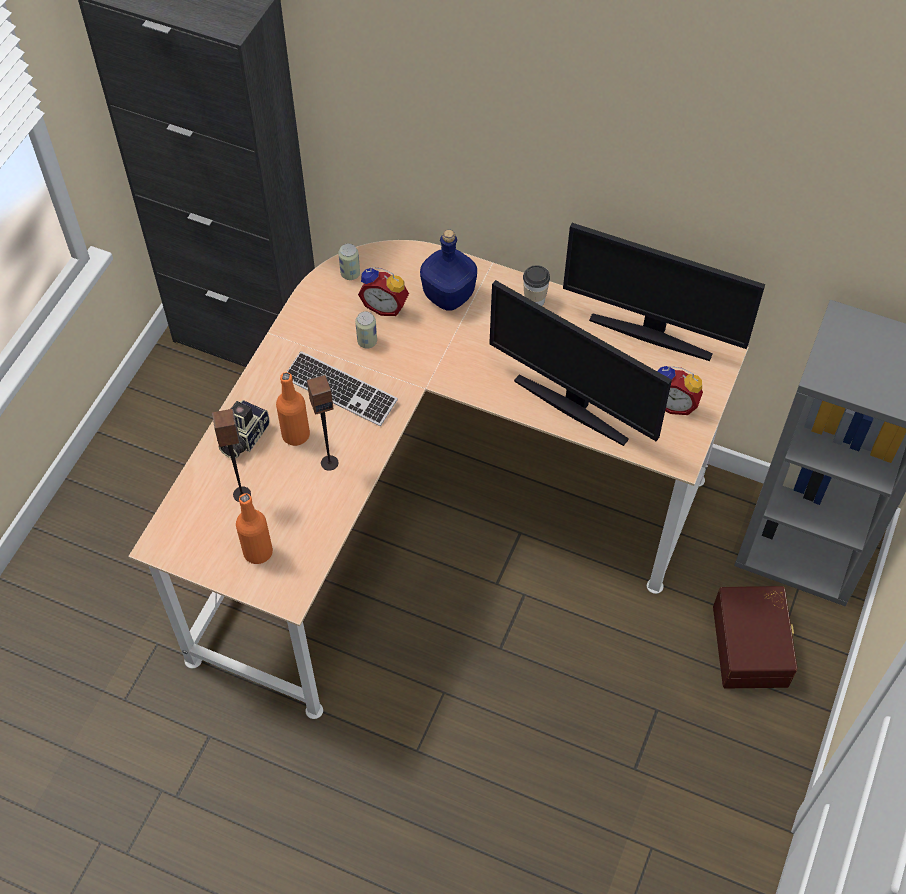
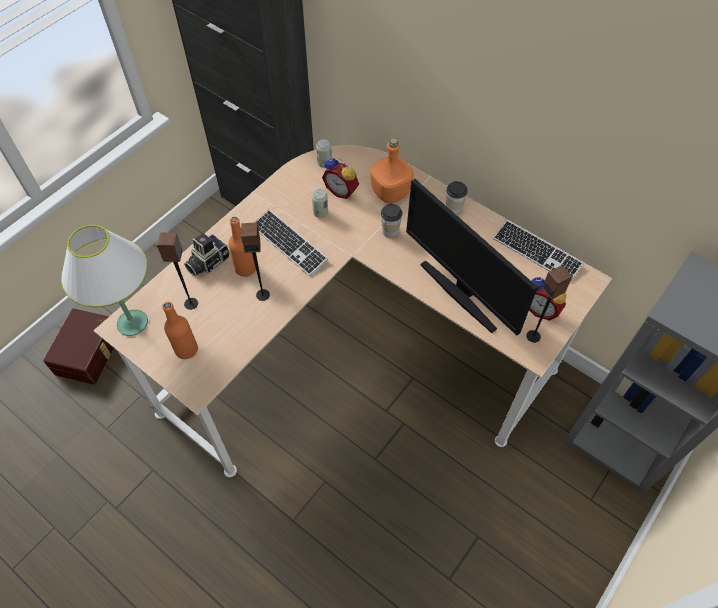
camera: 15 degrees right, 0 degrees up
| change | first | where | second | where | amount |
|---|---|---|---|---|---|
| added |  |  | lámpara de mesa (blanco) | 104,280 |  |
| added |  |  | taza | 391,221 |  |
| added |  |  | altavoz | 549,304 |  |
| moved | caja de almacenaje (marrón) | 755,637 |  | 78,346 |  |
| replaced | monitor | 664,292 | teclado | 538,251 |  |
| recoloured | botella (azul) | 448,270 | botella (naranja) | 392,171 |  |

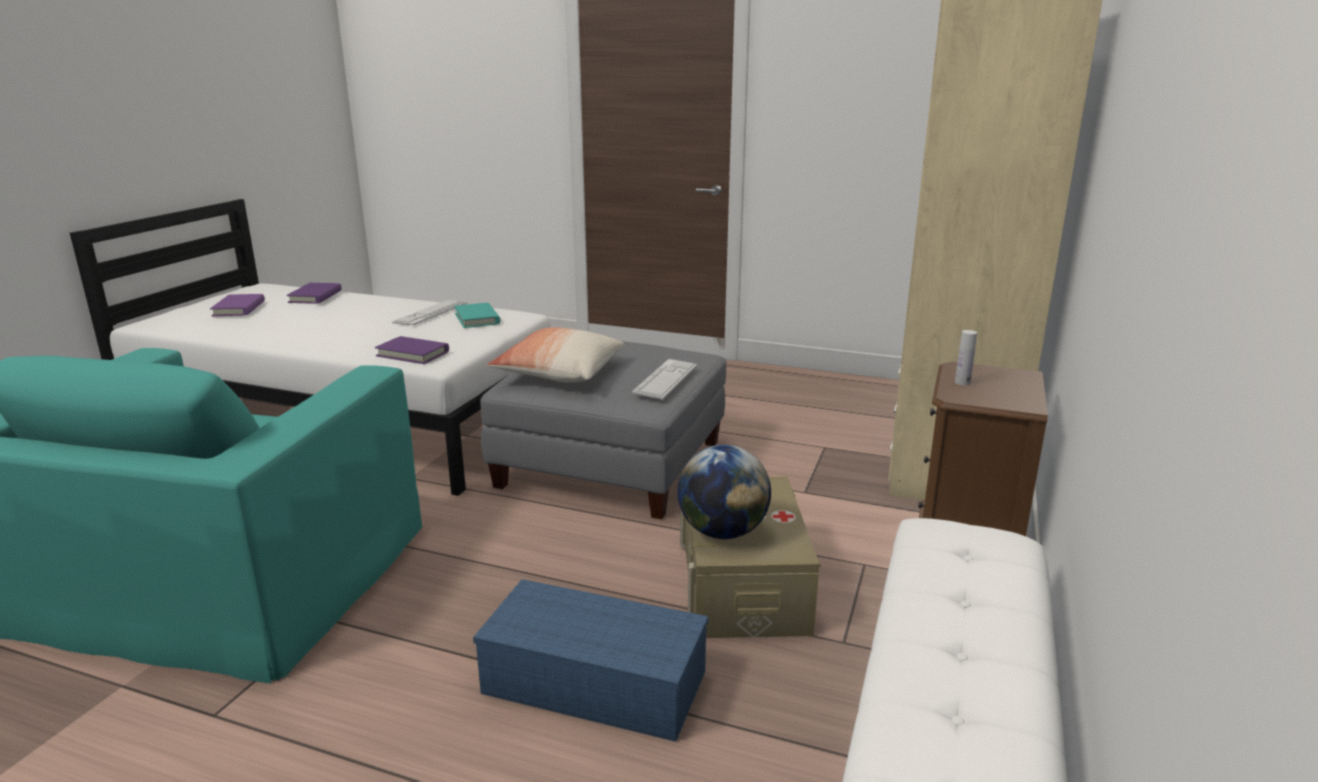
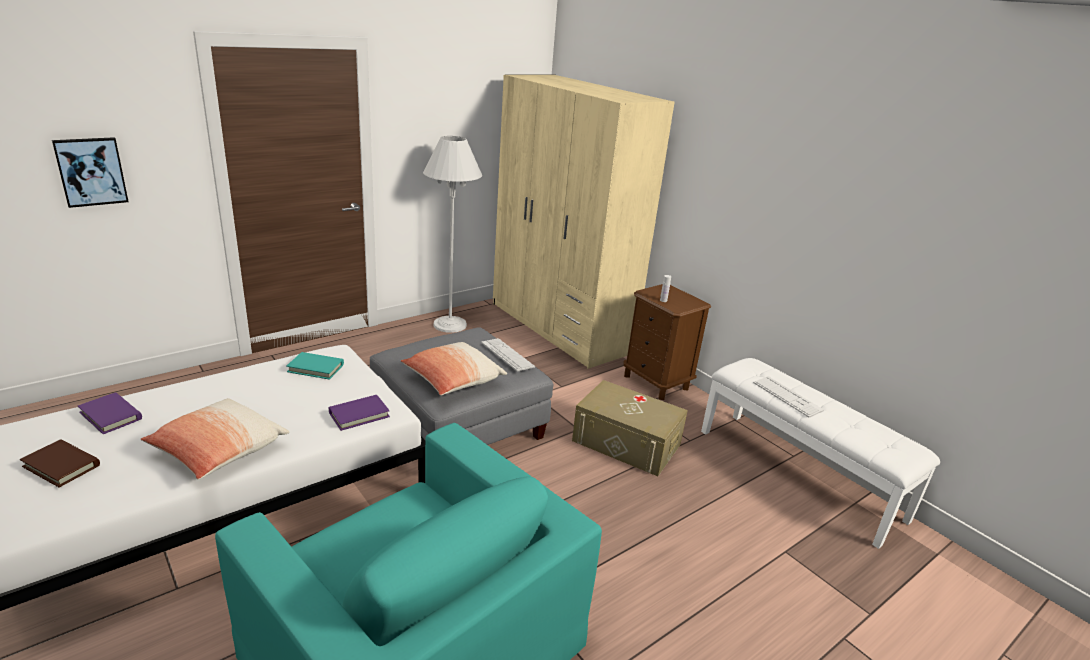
camera: 60 degrees left, 5 degrees up
| change | first | where | second | where | amount |
|---|---|---|---|---|---|
| removed | caja de almacenaje (azul) | 590,660 |  |  |  |
| removed | globo terráqueo | 724,492 |  |  |  |
| added |  |  | cuadro | 90,172 |  |
| added |  |  | cojín | 215,439 |  |
| added |  |  | lámpara de pie (blanco) | 452,234 |  |
| moved | teclado | 429,312 |  | 788,397 |  |
| recoloured | libro (morado) | 237,305 | libro (marrón) | 60,463 |  |

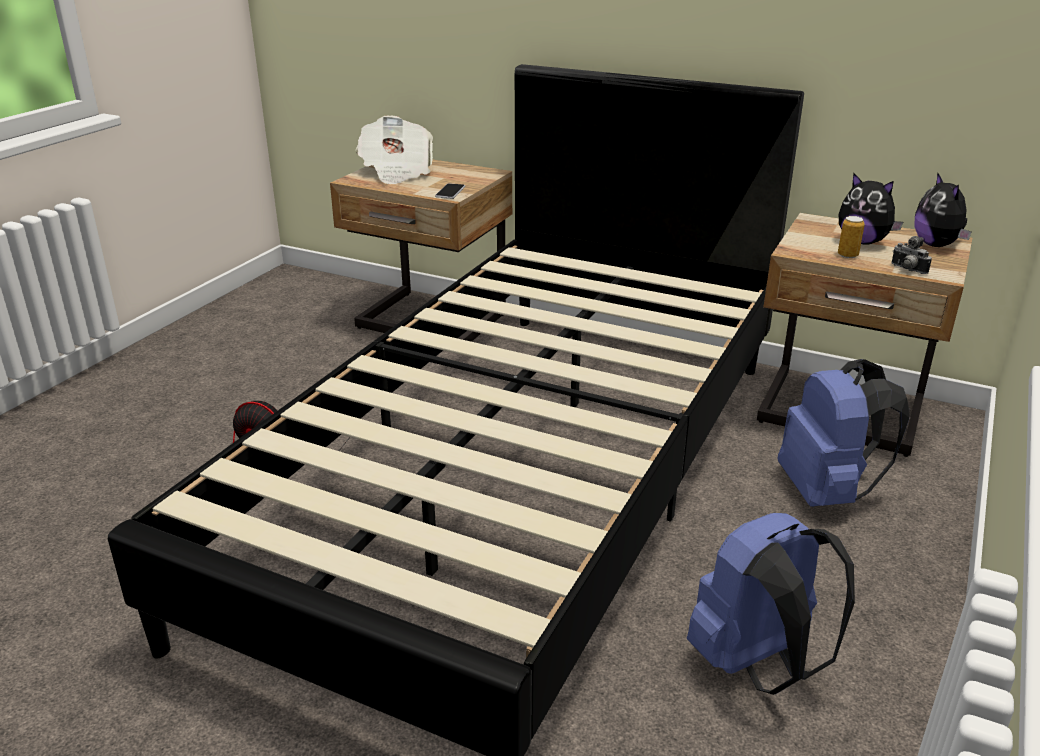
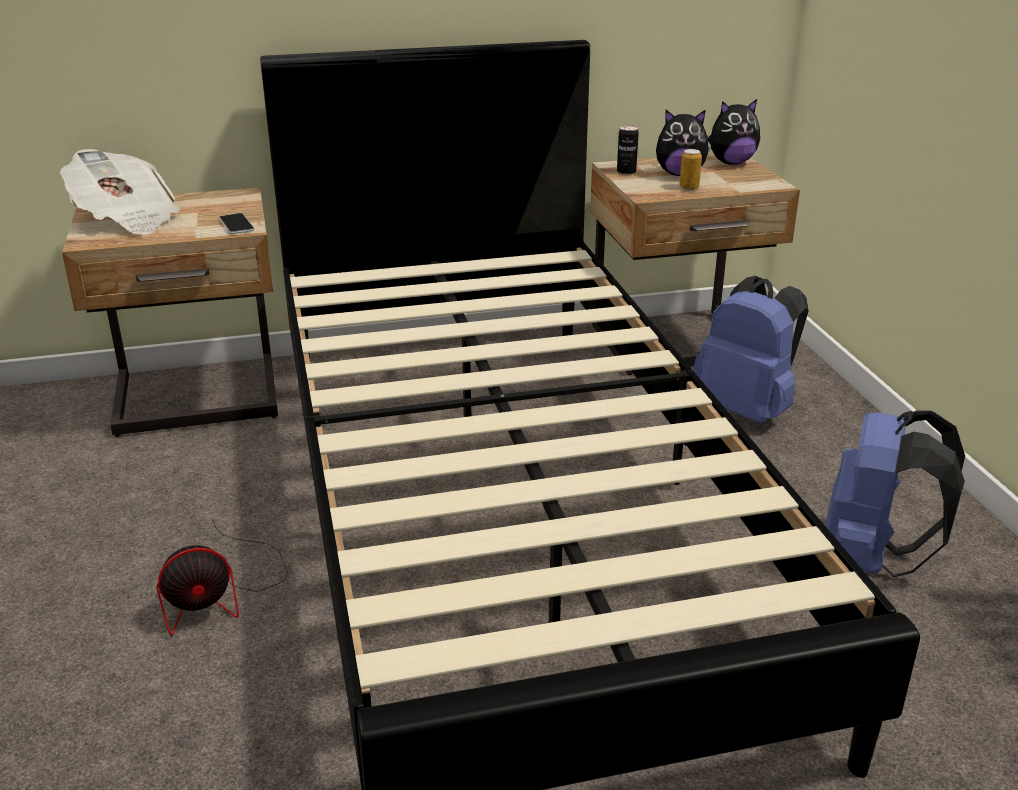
camera: 40 degrees left, 0 degrees up
| change | first | where | second | where | amount |
|---|---|---|---|---|---|
| removed | cámara | 911,255 |  |  |  |
| added |  |  | lata | 628,150 |  |
| turned | peluche | 942,209 |  | 734,132 | 60 degrees counterclockwise |

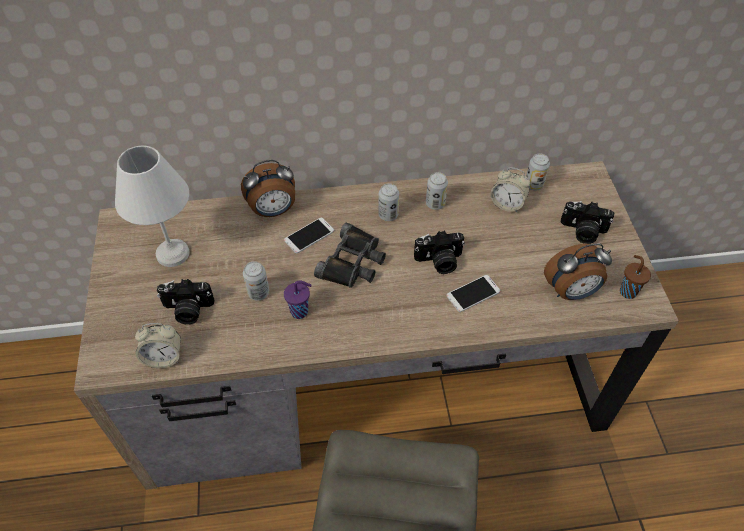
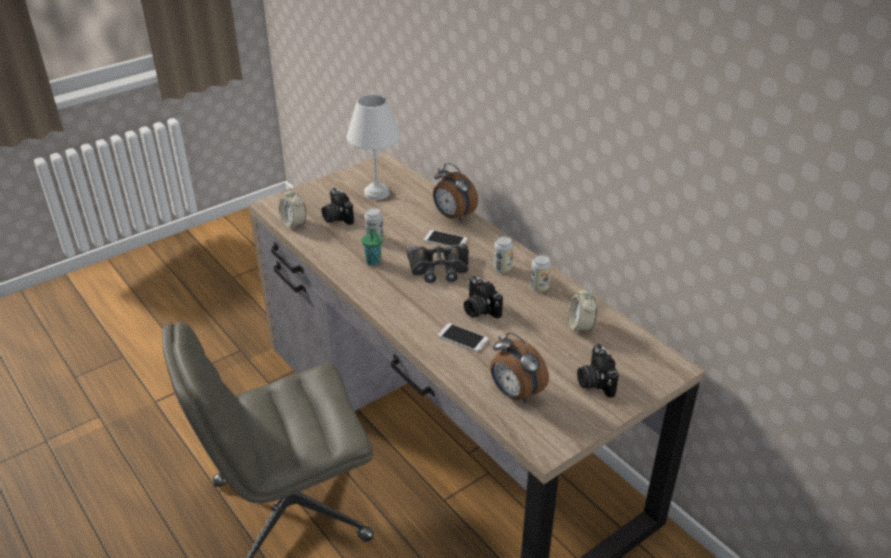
camera: 60 degrees right, 15 degrees down
| change | first | where | second | where | amount |
|---|---|---|---|---|---|
| removed | lata | 538,172 |  |  |  |
| removed | taza (marrón) | 635,277 |  |  |  |
| recoloured | taza (morado) | 298,299 | taza (verde) | 372,246 |  |

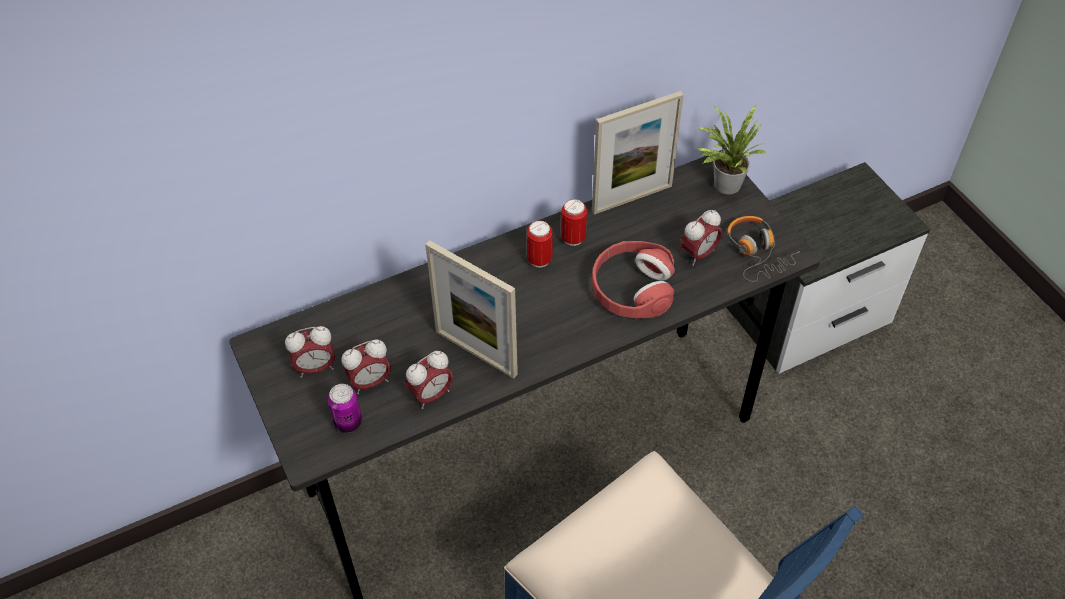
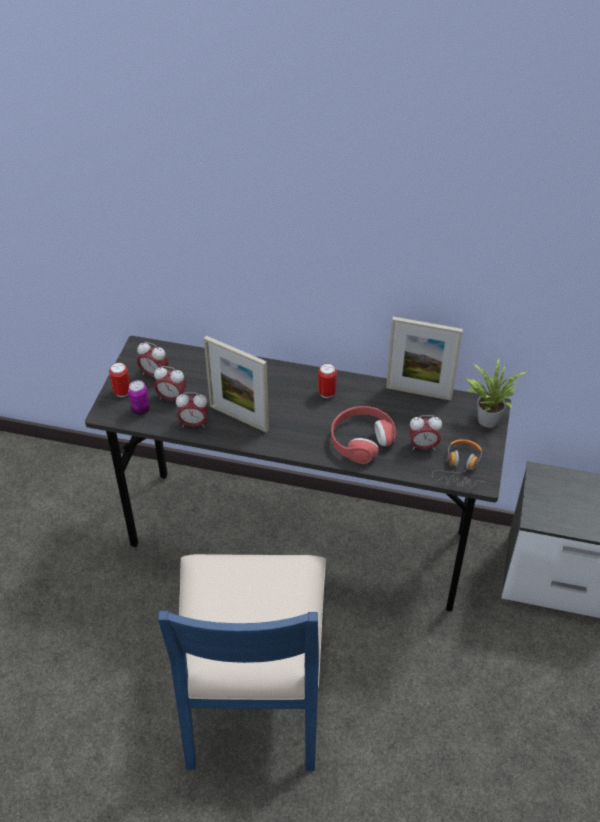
camera: 40 degrees right, 5 degrees down
| change | first | where | second | where | amount |
|---|---|---|---|---|---|
| moved | lata | 574,222 |  | 119,379 |  |
| turned | portarretratos | 471,309 |  | 236,384 | 45 degrees counterclockwise |

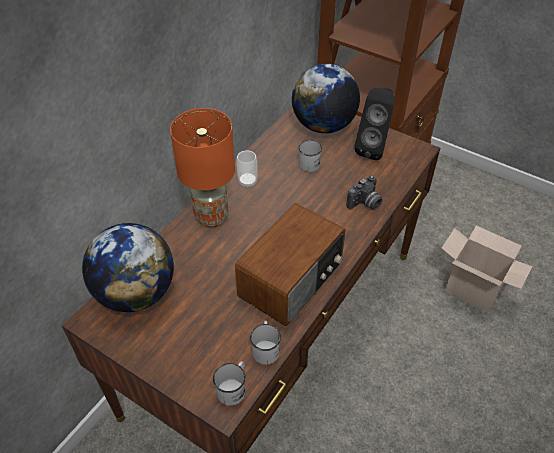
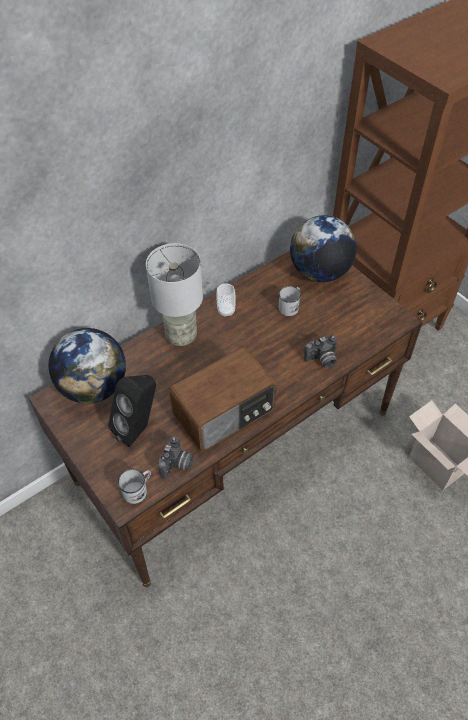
camera: 20 degrees right, 5 degrees up
| change | first | where | second | where | amount |
|---|---|---|---|---|---|
| moved | altavoz (negro) | 374,124 |  | 132,411 |  |
| replaced | taza grande (blanco) | 265,343 | cámara | 176,457 |  |
| recoloured | lámpara de mesa (naranja) | 202,168 | lámpara de mesa (gris) | 174,294 |  |

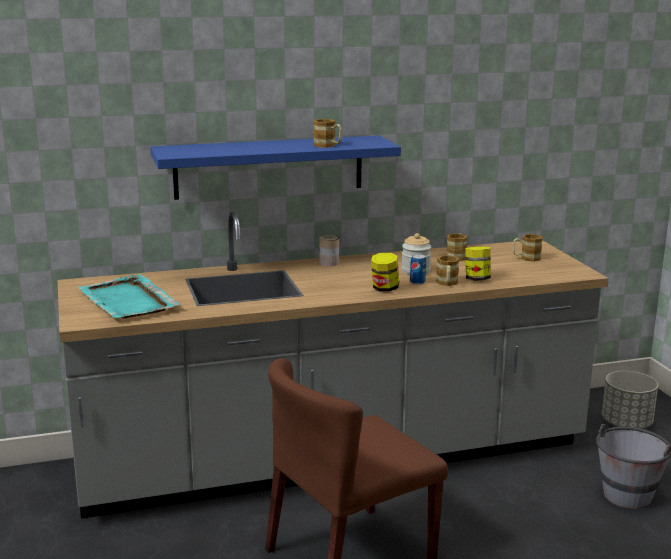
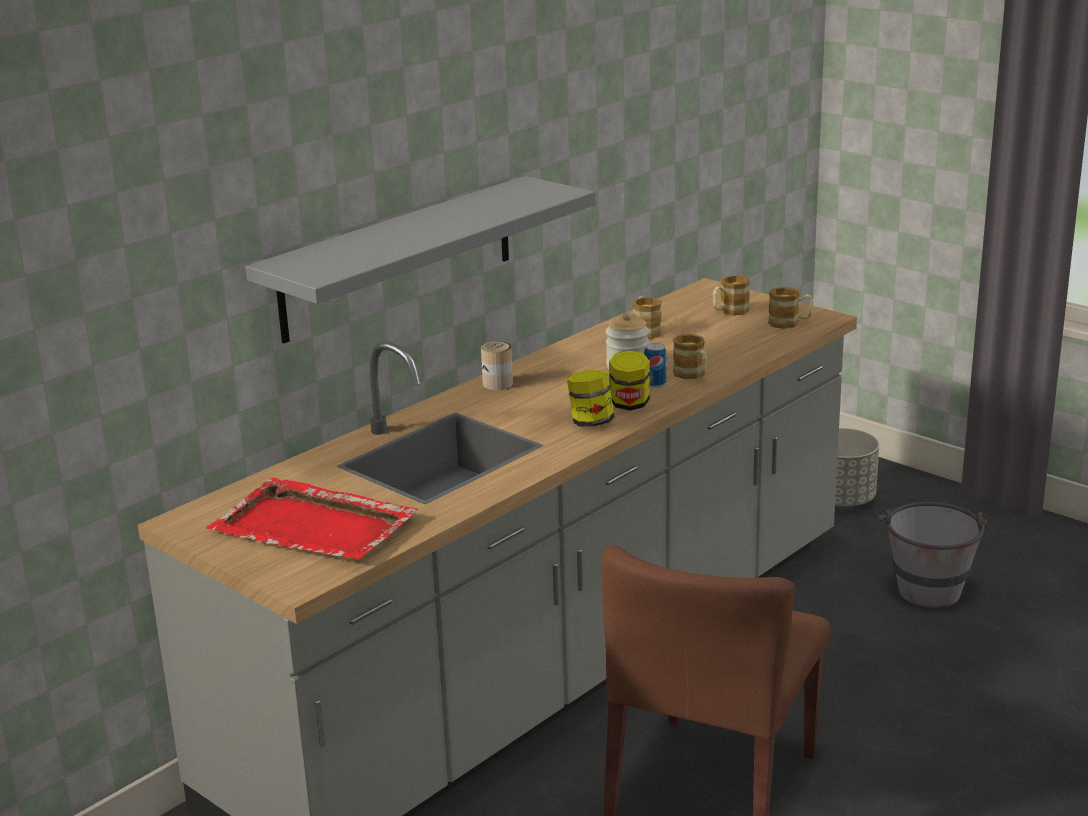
camera: 30 degrees left, 5 degrees up
| change | first | where | second | where | amount |
|---|---|---|---|---|---|
| moved | taza grande | 327,133 |  | 790,308 |  |
| moved | tarro | 478,263 |  | 590,398 |  |
| recoloured | bandeja (turquesa) | 129,296 | bandeja (rojo) | 312,519 |  |
| recoloured | estante (azul) | 275,167 | estante (gris) | 420,260 |  |

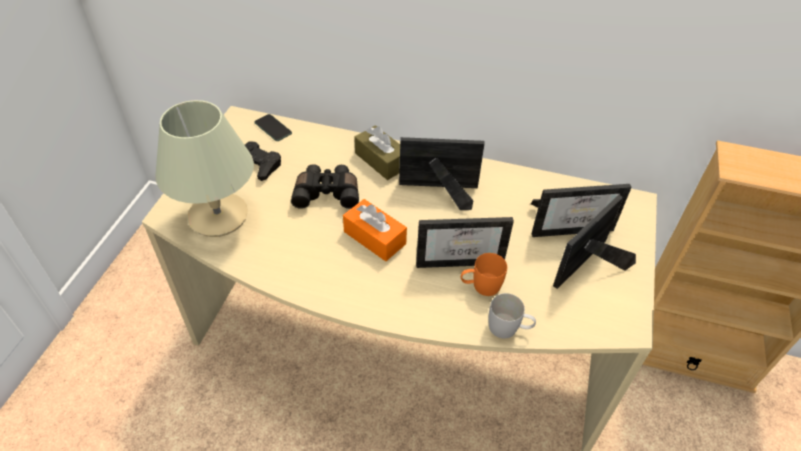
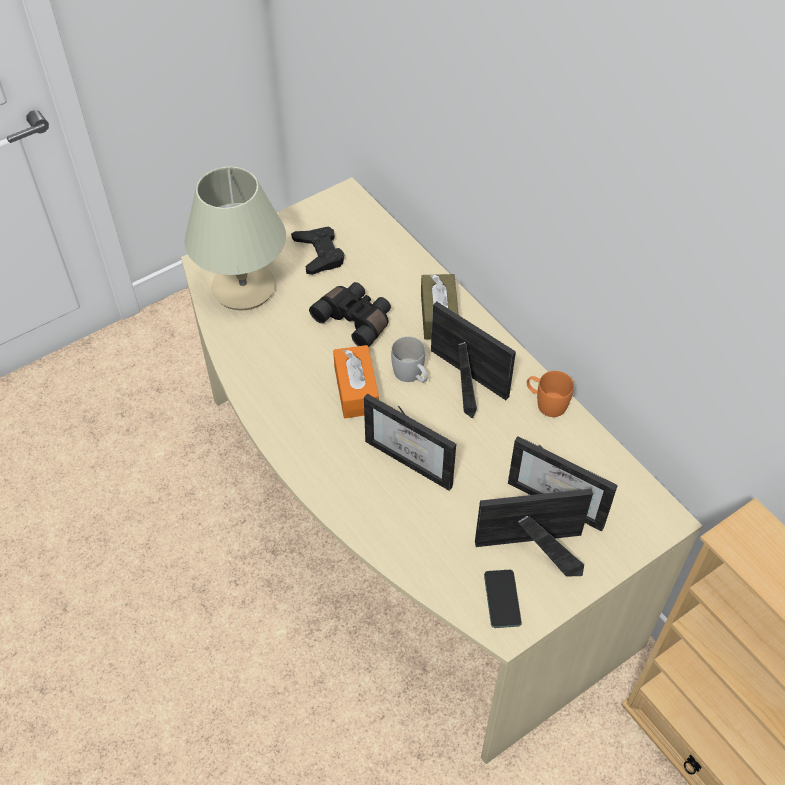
camera: 40 degrees right, 5 degrees up
| change | first | where | second | where | amount |
|---|---|---|---|---|---|
| moved | móvil | 273,127 |  | 503,599 |  |
| moved | taza grande (naranja) | 484,274 |  | 550,394 |  |
| moved | taza grande (blanco) | 512,316 |  | 409,359 |  |

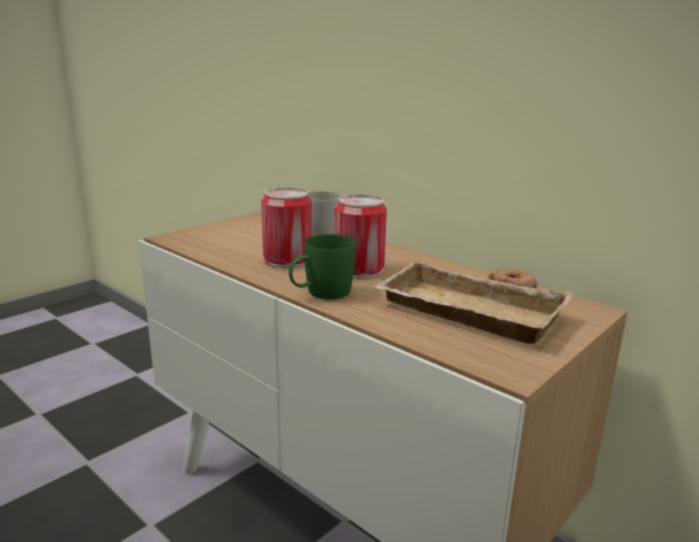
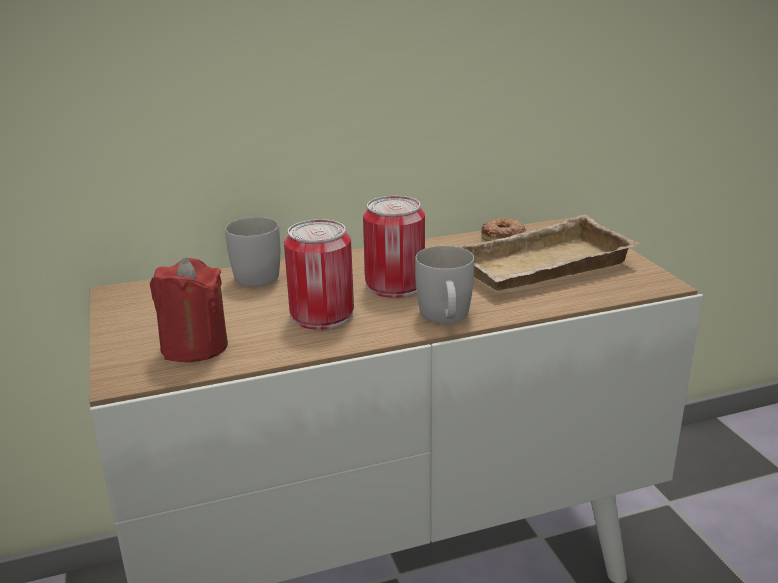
camera: 60 degrees left, 5 degrees up
| change | first | where | second | where | amount |
|---|---|---|---|---|---|
| added |  |  | vela (rojo) | 189,310 |  |
| recoloured | taza grande (verde) | 322,267 | taza grande (blanco) | 444,285 |  |

